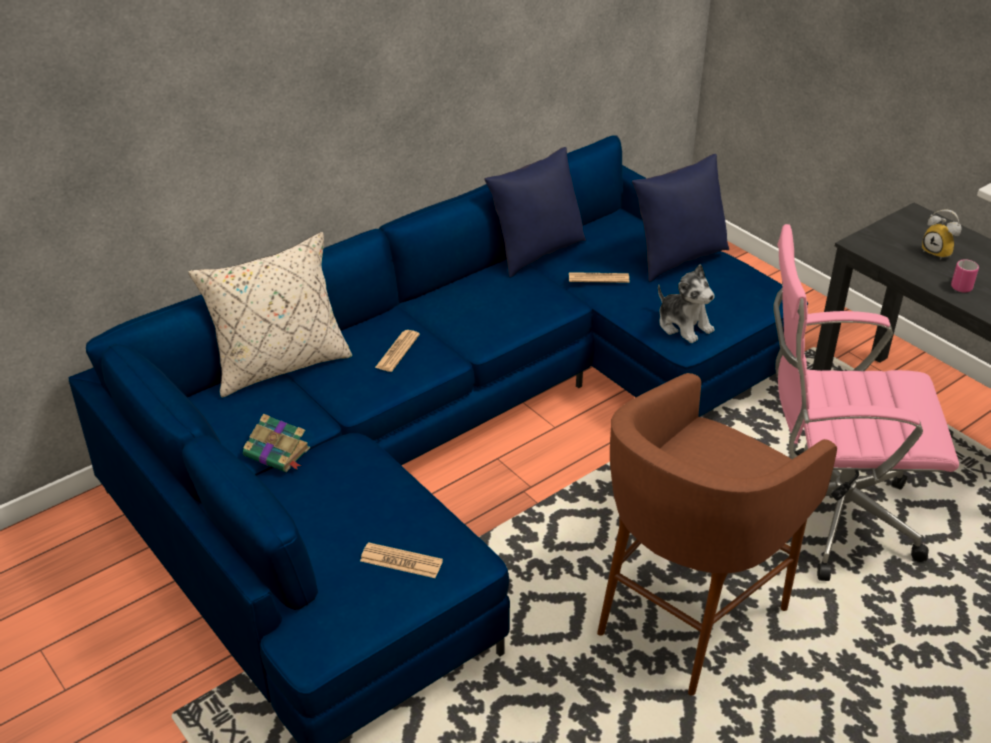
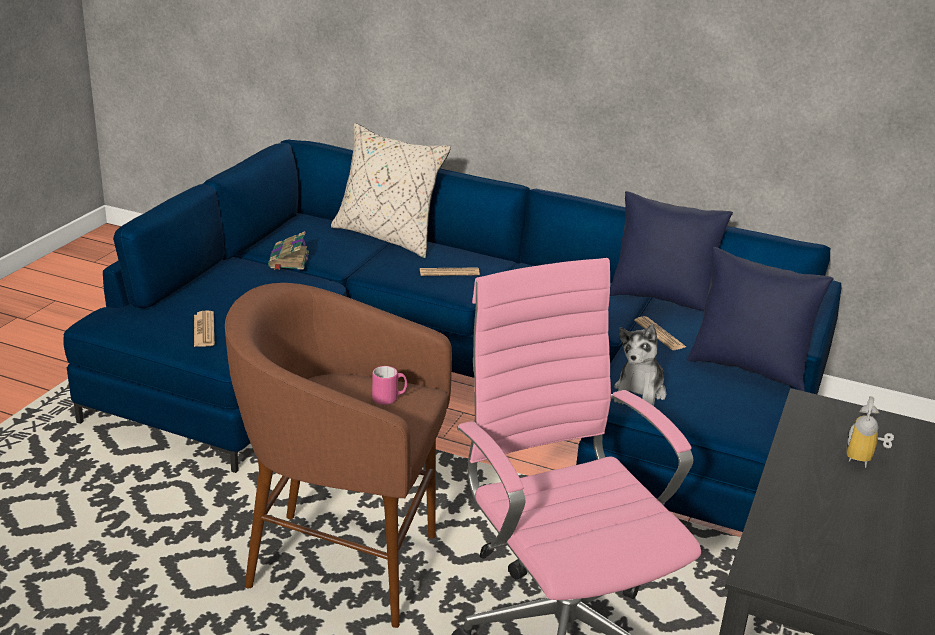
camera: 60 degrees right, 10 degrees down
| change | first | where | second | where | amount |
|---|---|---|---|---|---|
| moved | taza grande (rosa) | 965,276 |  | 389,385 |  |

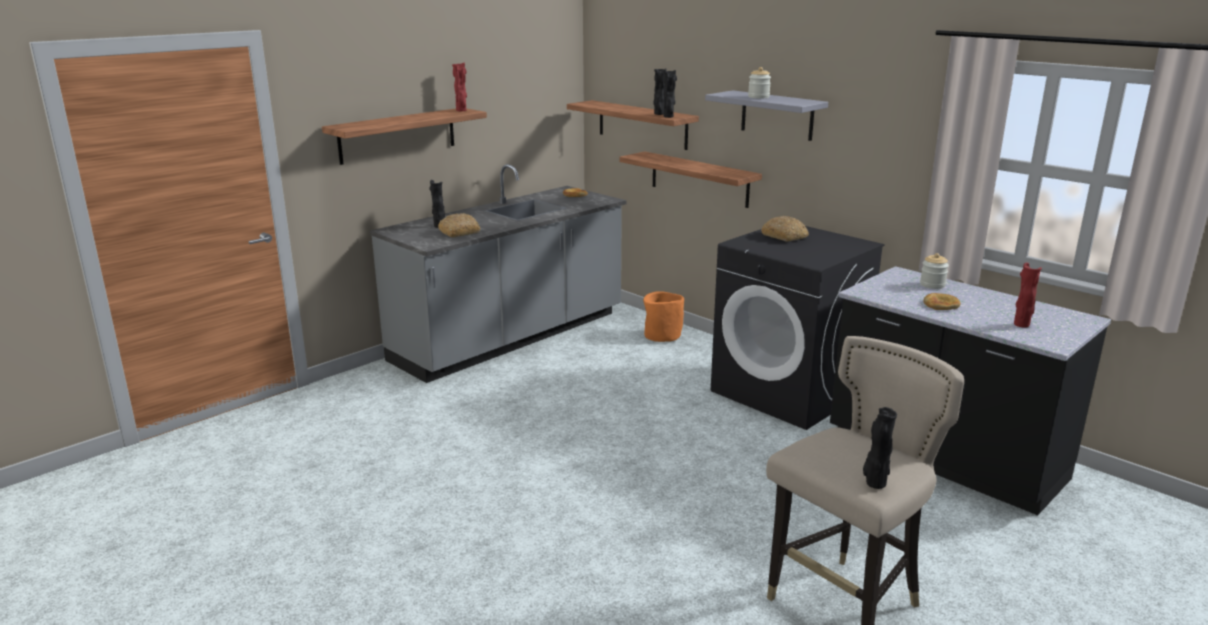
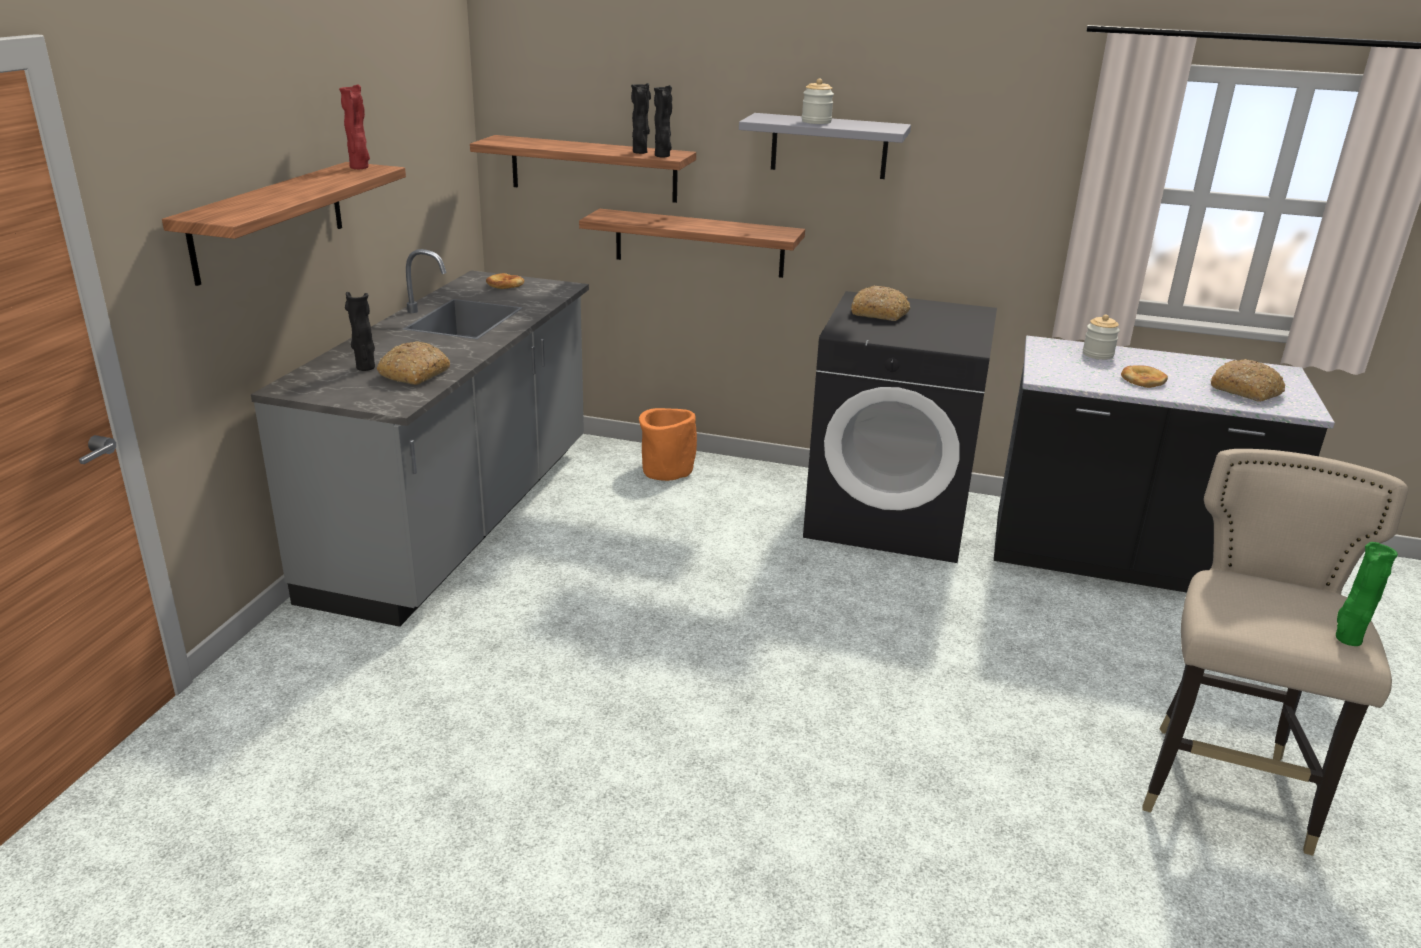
camera: 30 degrees left, 5 degrees up
| change | first | where | second | where | amount |
|---|---|---|---|---|---|
| replaced | florero (rojo) | 1028,295 | pan | 1247,380 |  |
| recoloured | florero (negro) | 880,448 | florero (verde) | 1367,594 |  |

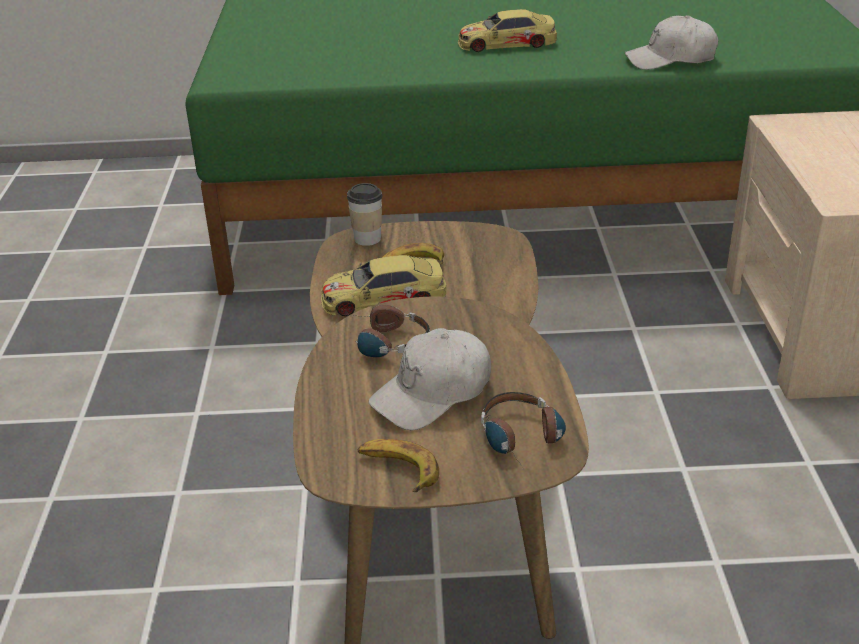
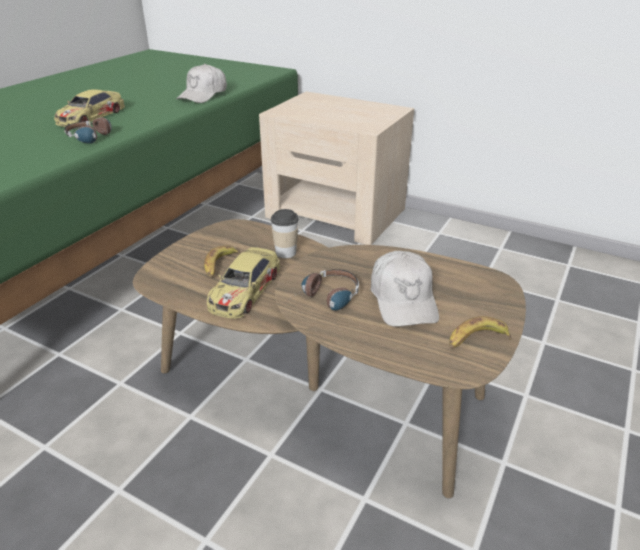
camera: 60 degrees left, 0 degrees up
| change | first | where | second | where | amount |
|---|---|---|---|---|---|
| moved | taza | 365,214 |  | 285,233 |  |
| moved | auriculares | 523,430 |  | 88,130 |  |

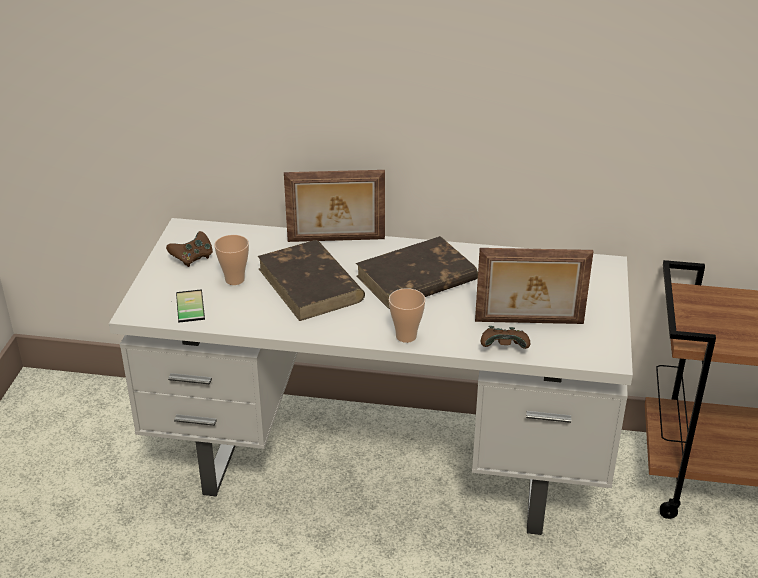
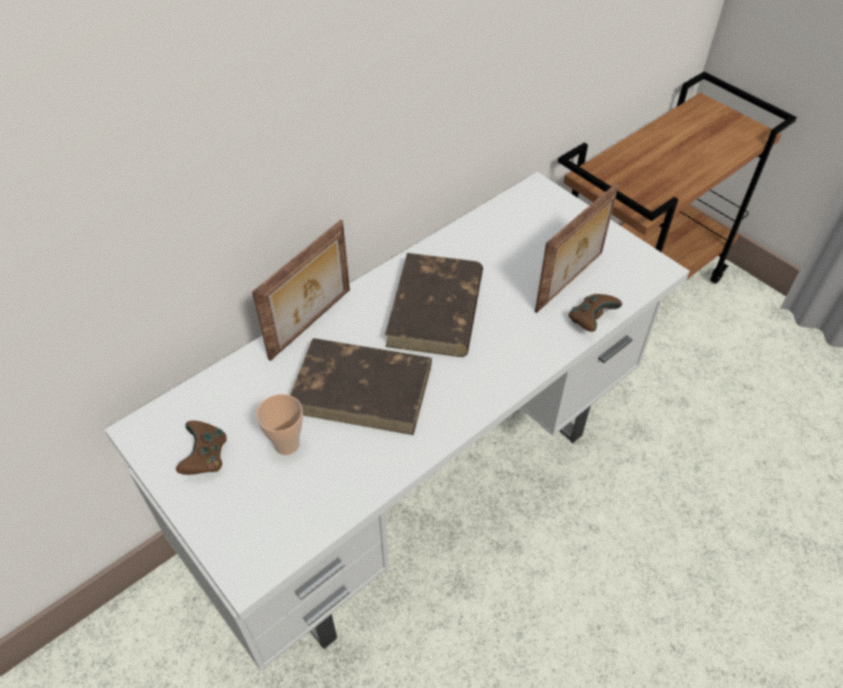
camera: 50 degrees left, 15 degrees up
| change | first | where | second | where | amount |
|---|---|---|---|---|---|
| removed | móvil | 190,306 |  |  |  |
| removed | taza | 407,315 |  |  |  |

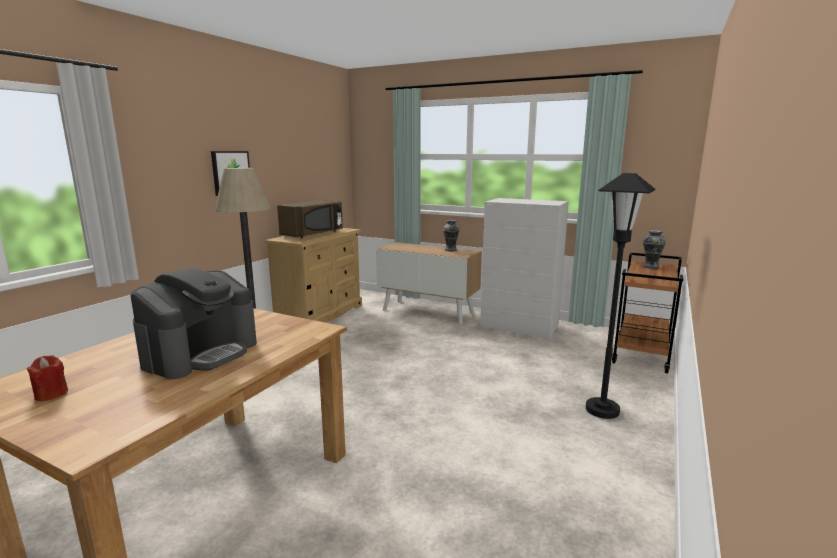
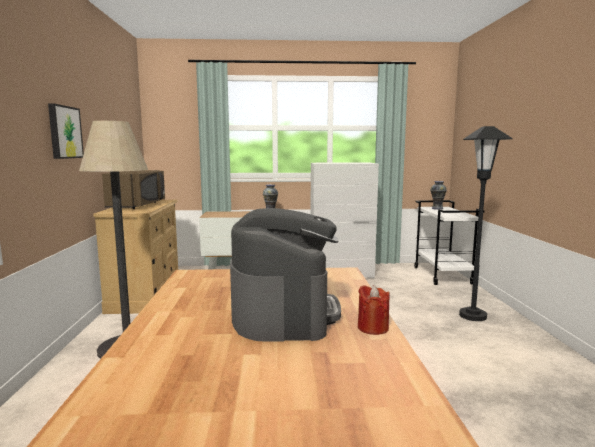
camera: 30 degrees left, 5 degrees down
| change | first | where | second | where | amount |
|---|---|---|---|---|---|
| moved | vela (rojo) | 47,378 |  | 374,310 |  |
| recoloured | carrito (marrón) | 647,313 | carrito (blanco) | 449,242 |  |

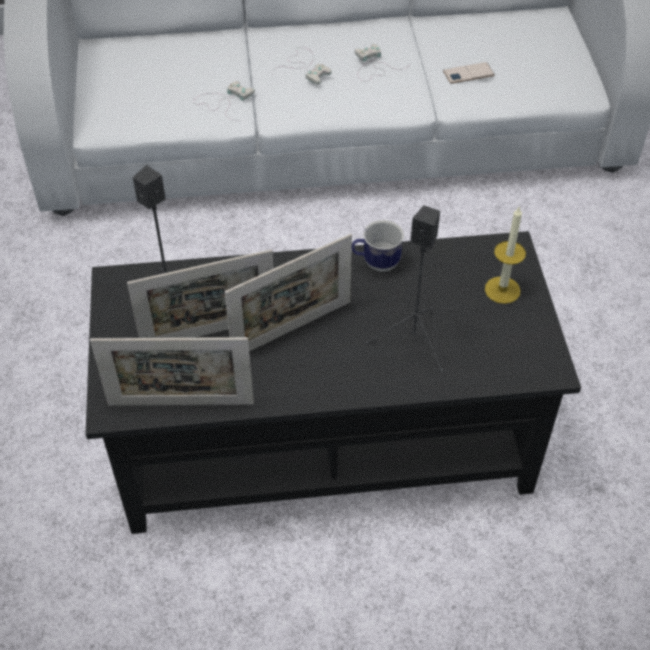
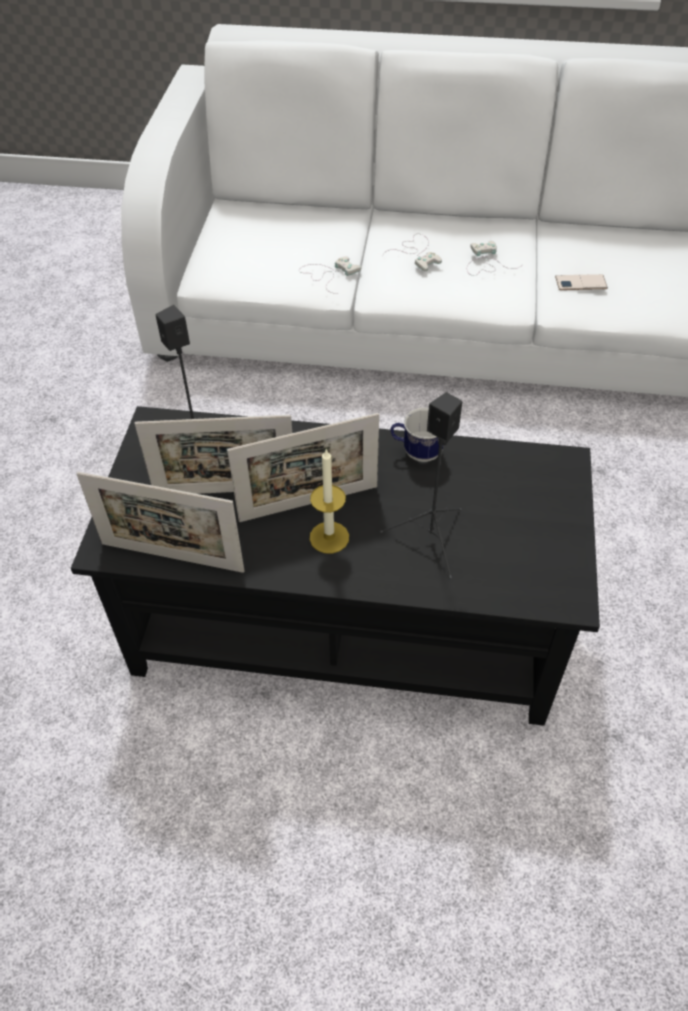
camera: 15 degrees right, 0 degrees up
| change | first | where | second | where | amount |
|---|---|---|---|---|---|
| moved | vela | 505,255 |  | 329,501 |  |

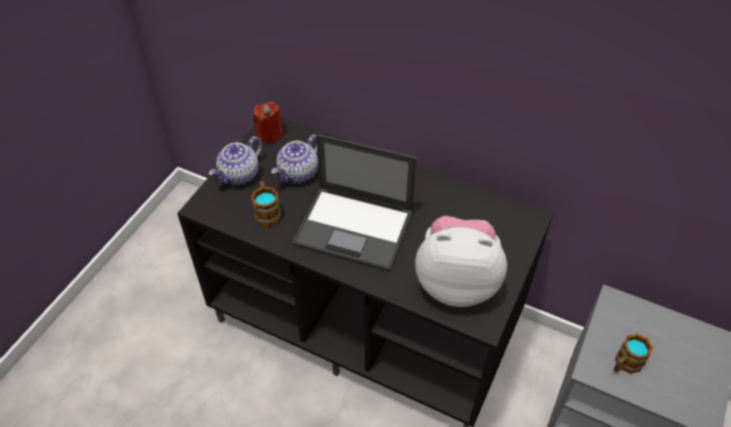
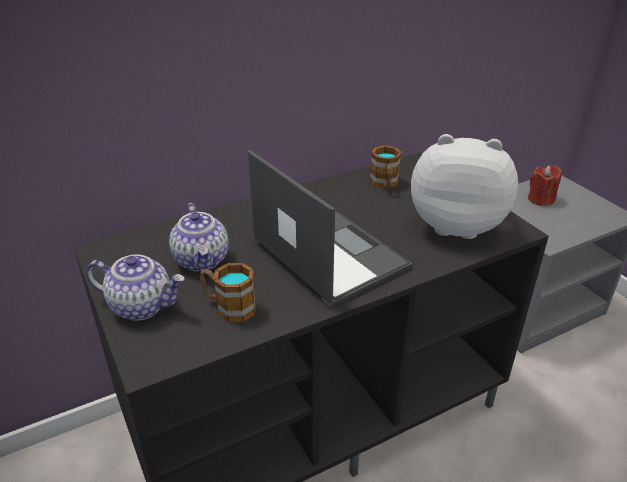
camera: 55 degrees left, 15 degrees down
| change | first | where | second | where | amount |
|---|---|---|---|---|---|
| moved | vela (rojo) | 268,121 |  | 545,185 |  |
| moved | taza grande | 633,354 |  | 385,167 |  |
| turned | tetera | 235,160 |  | 135,288 | 60 degrees counterclockwise |
| turned | portátil | 355,203 |  | 330,229 | 90 degrees counterclockwise |
| turned | peluche | 461,261 |  | 464,186 | 60 degrees clockwise |

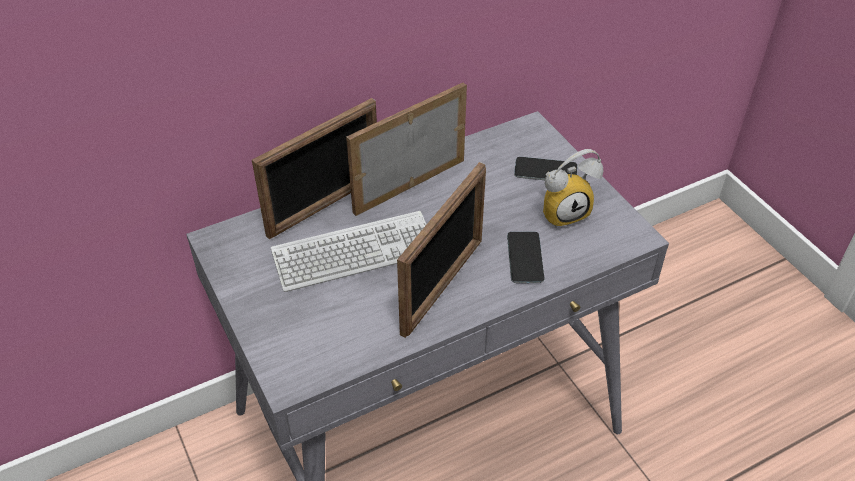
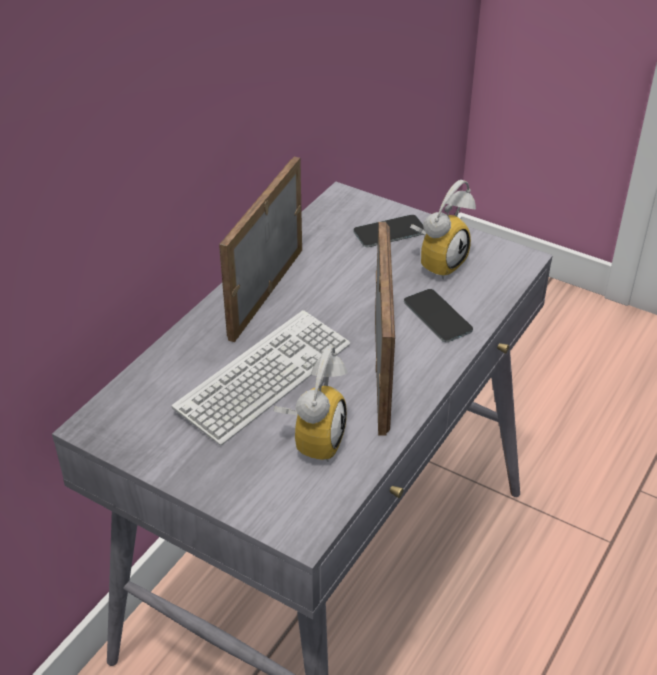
camera: 30 degrees left, 5 degrees down
| change | first | where | second | where | amount |
|---|---|---|---|---|---|
| removed | portarretratos | 314,168 |  |  |  |
| added |  |  | despertador | 311,403 |  |

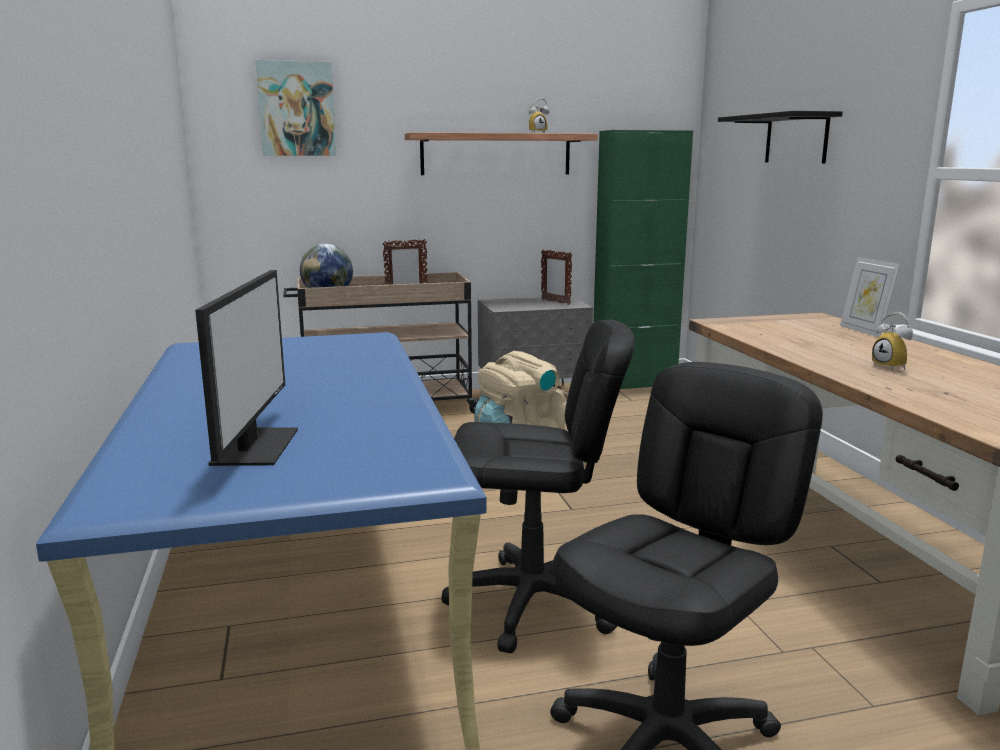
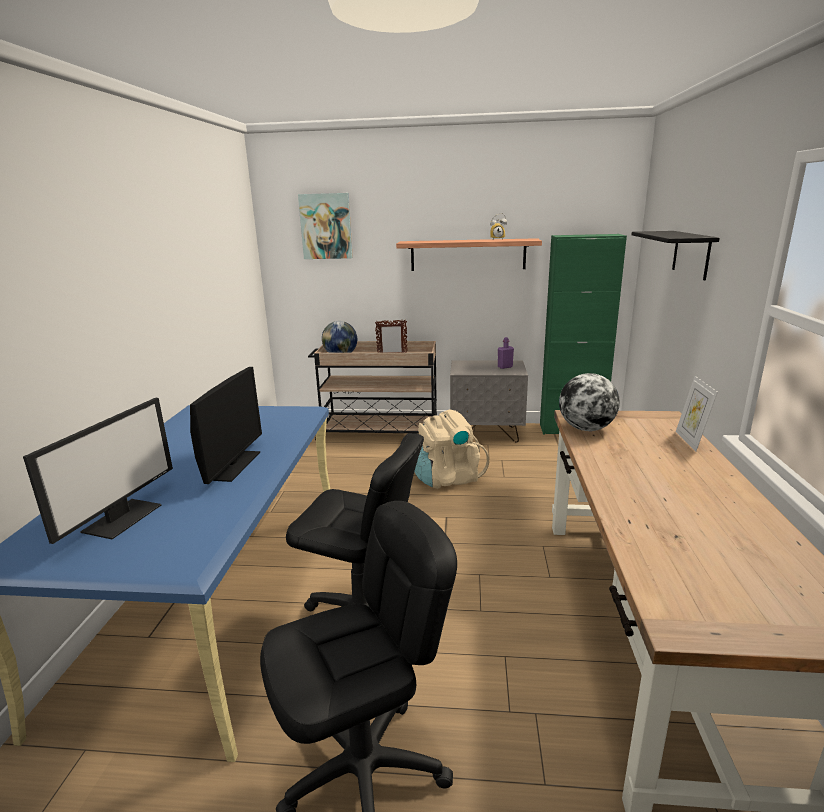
camera: 20 degrees right, 5 degrees up
| change | first | where | second | where | amount |
|---|---|---|---|---|---|
| removed | despertador | 892,341 |  |  |  |
| added |  |  | monitor | 226,425 |  |
| added |  |  | globo terráqueo | 589,402 |  |
| replaced | portarretratos | 556,277 | botella (morado) | 506,353 |  |

